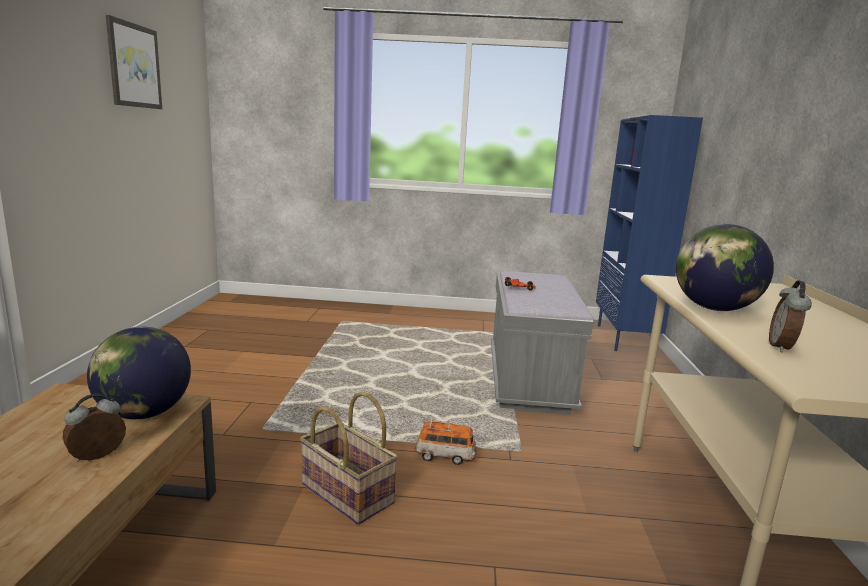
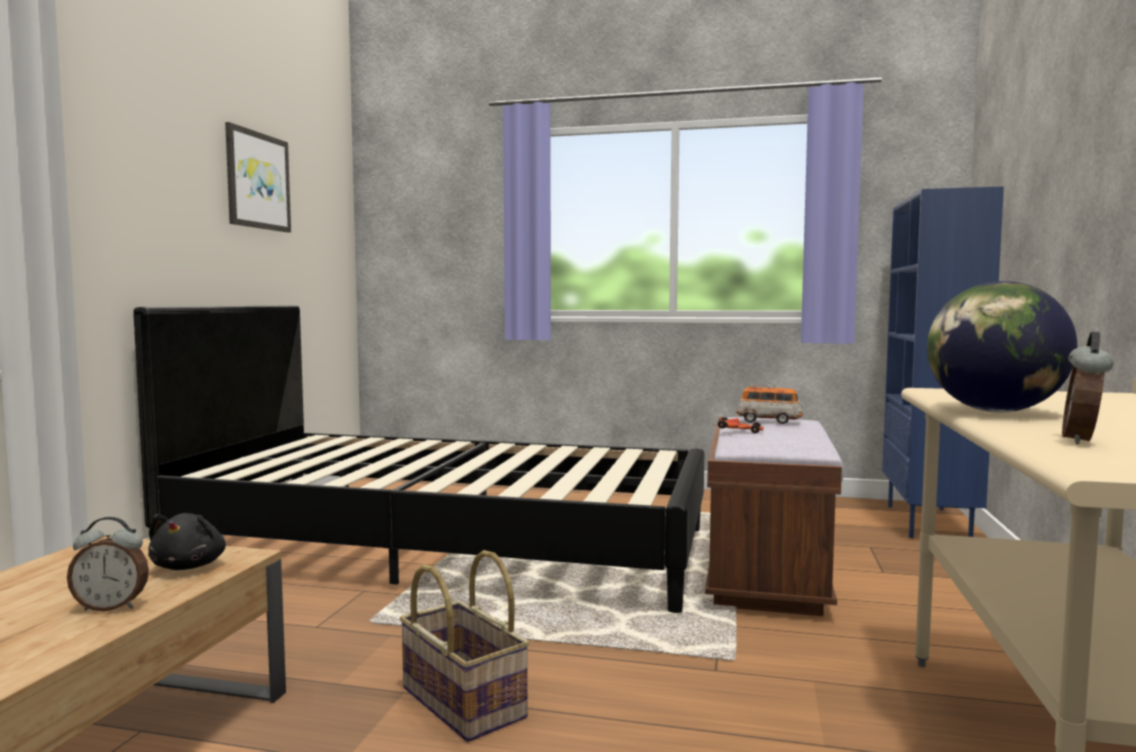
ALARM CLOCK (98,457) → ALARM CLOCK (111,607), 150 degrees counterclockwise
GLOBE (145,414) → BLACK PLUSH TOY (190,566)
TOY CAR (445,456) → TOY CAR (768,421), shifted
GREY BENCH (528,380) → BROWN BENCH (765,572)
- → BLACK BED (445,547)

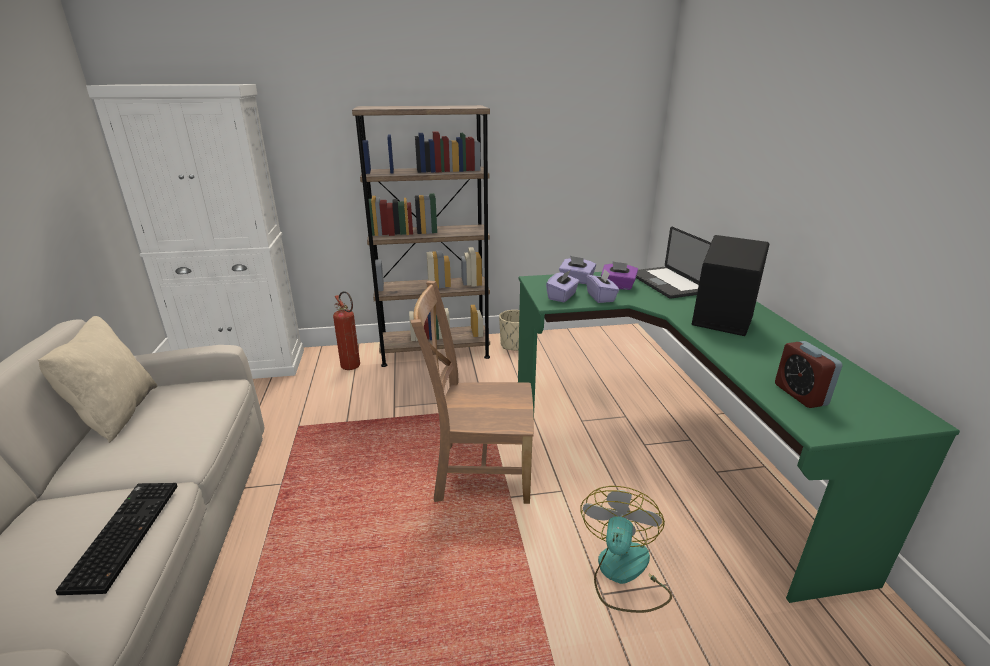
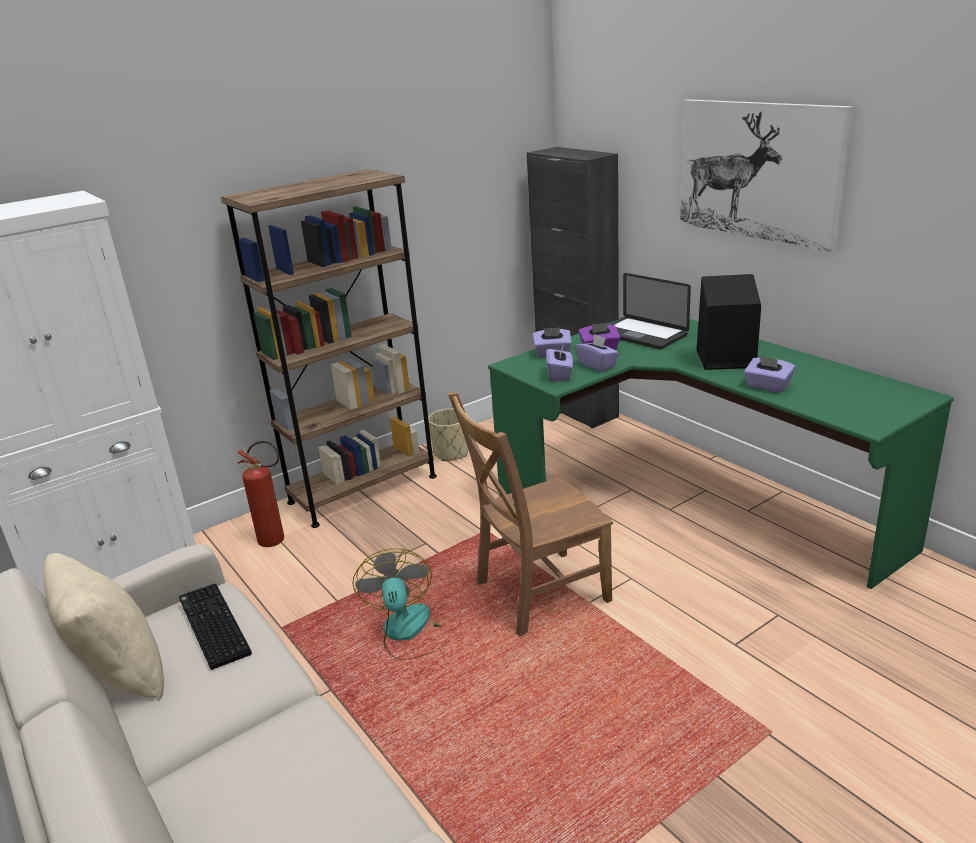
KEYBOARD (123,533) → KEYBOARD (211,626), shifted
FAN (623,574) → FAN (409,632), shifted
ALARM CLOCK (800,394) → -
- → BLACK CABINET (578,410)
- → PICTURE (758,171)
- → PURPLE TISSUE BOX (767,386)

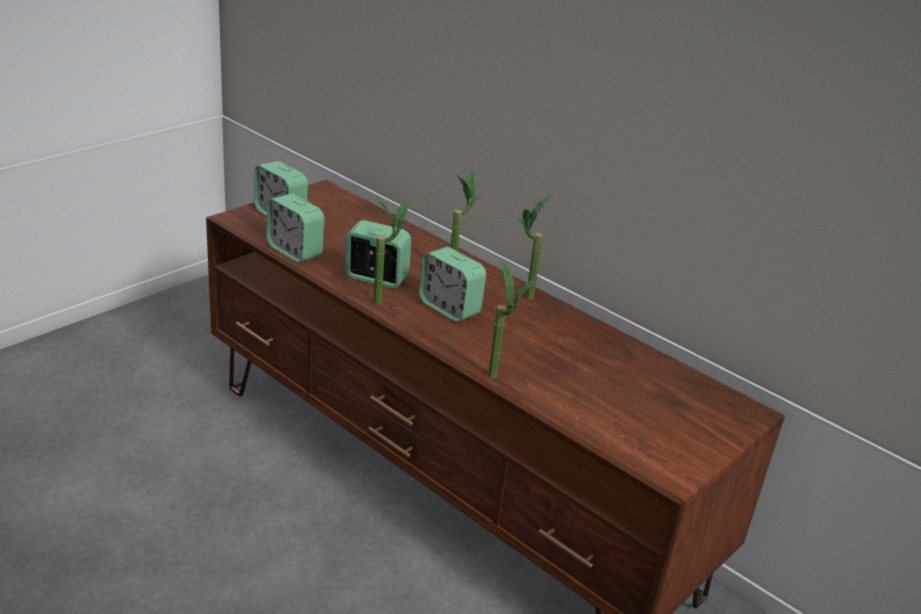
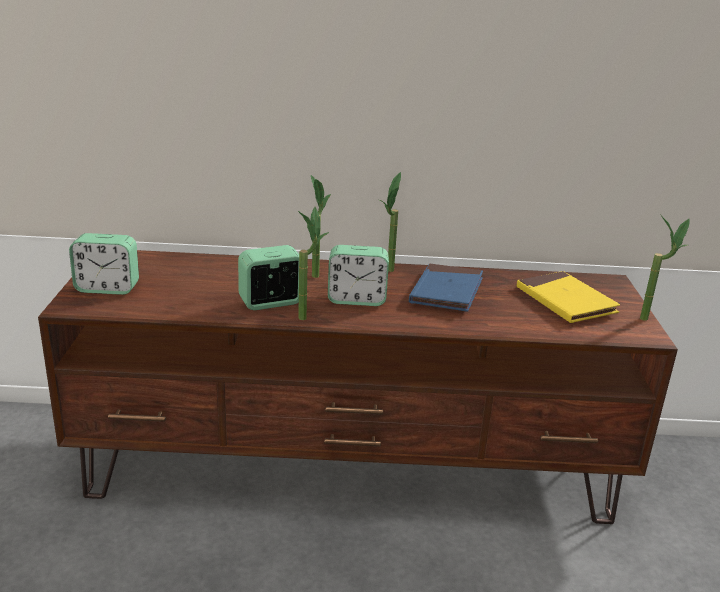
ALARM CLOCK (294,251) → -
POTTED PLANT (500,379) → POTTED PLANT (651,318), shifted
- → BLUE BOOK (446,292)
- → YELLOW BOOK (565,301)

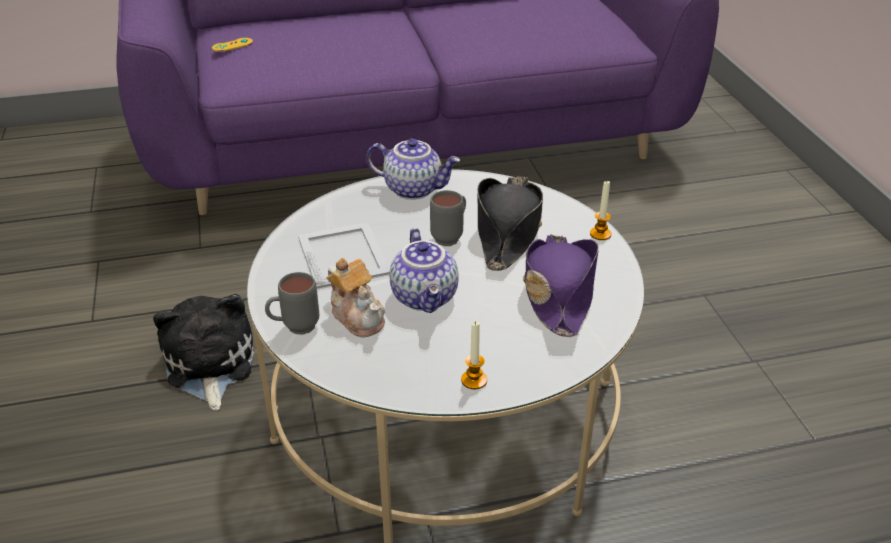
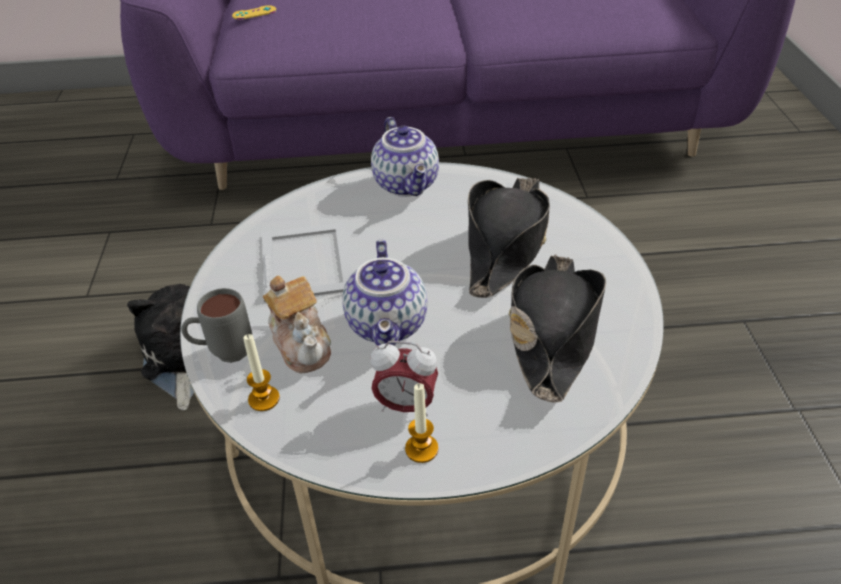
TEAPOT (414,189) → TEAPOT (408,184), 45 degrees clockwise
GREY MUG (451,237) → -
PURPLE HAT (558,292) → BLACK HAT (552,332)
CANDLE (600,234) → CANDLE (264,399), shifted
- → ALARM CLOCK (406,405)

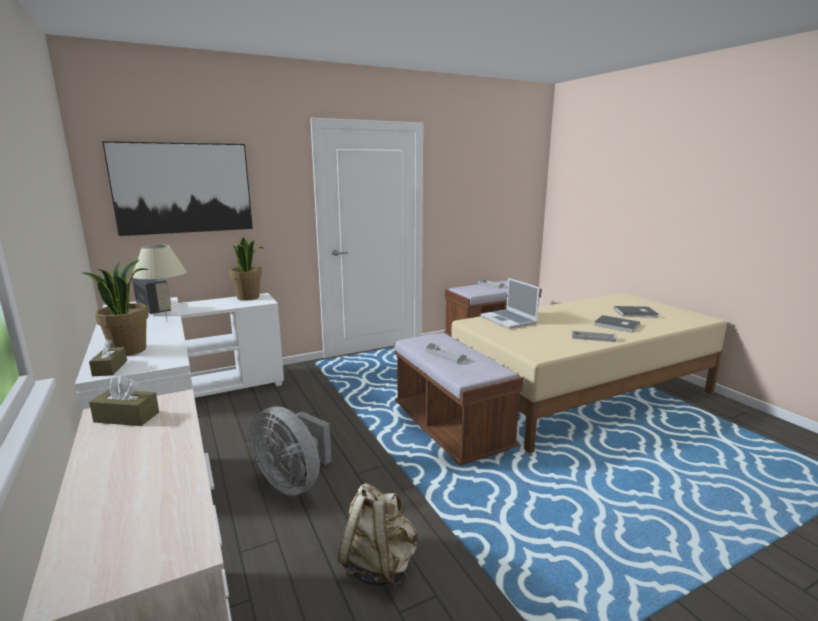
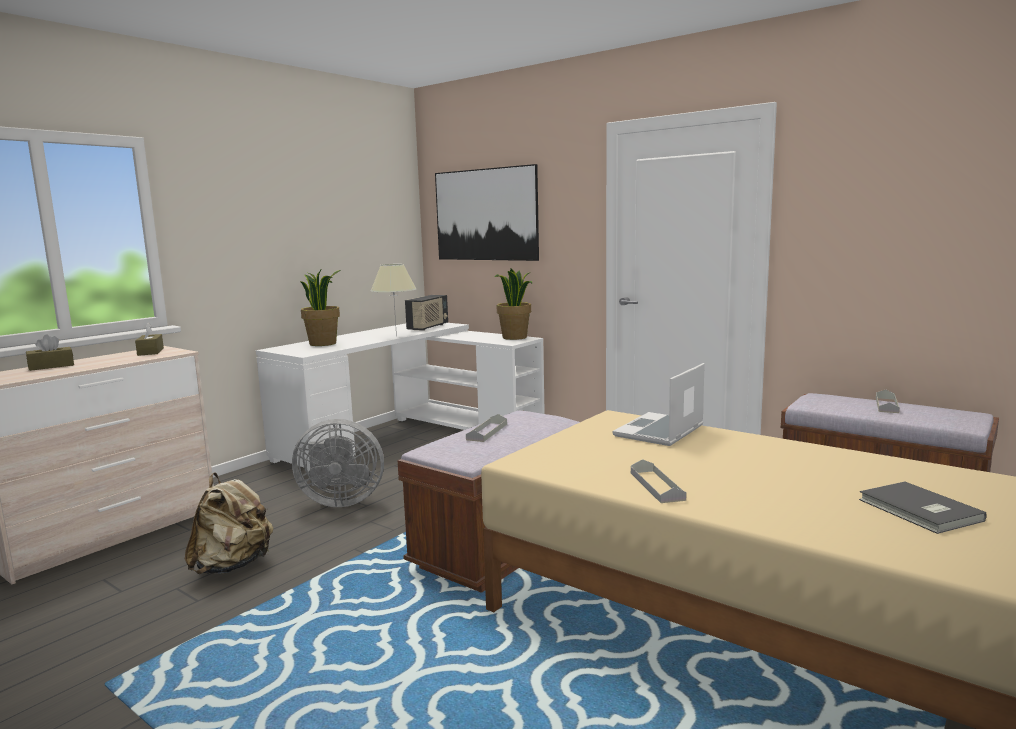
BROWN TISSUE BOX (110,368) → BROWN TISSUE BOX (51,366), shifted
GREY FAN (293,482) → GREY FAN (340,501), 105 degrees counterclockwise
GREY BOOK (617,325) → -

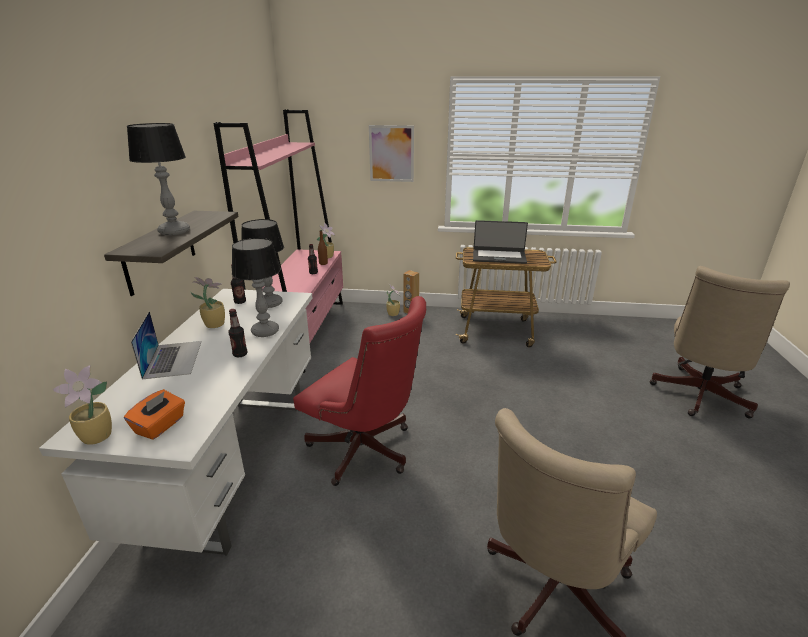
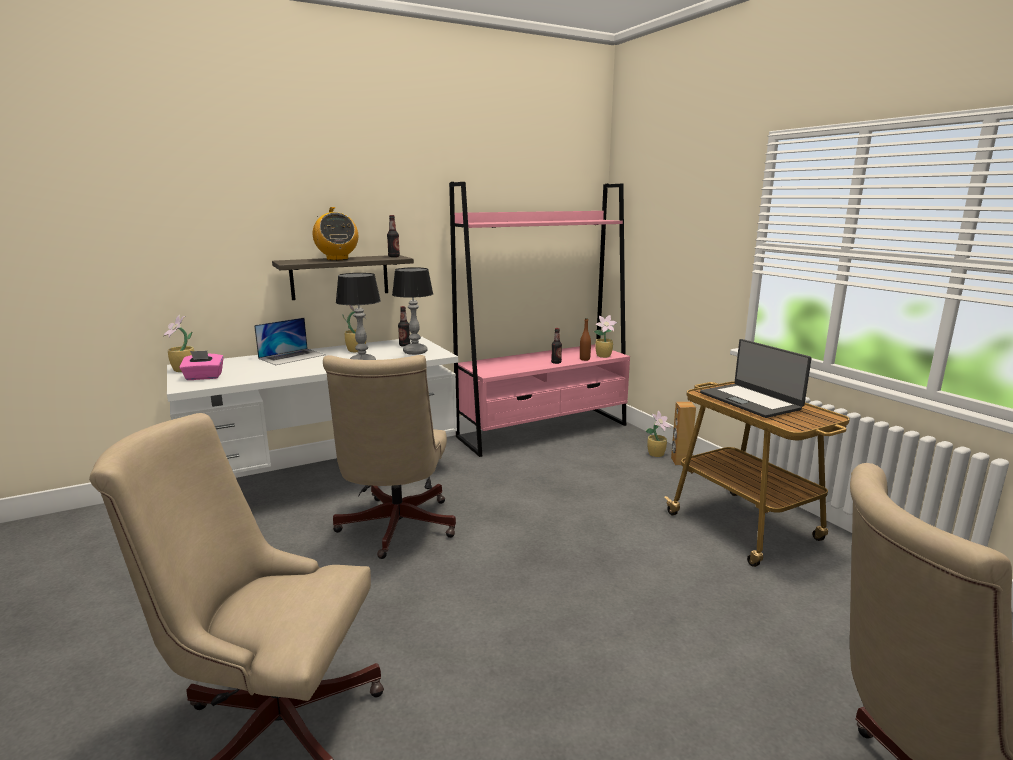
ORANGE TISSUE BOX (160,426) → PINK TISSUE BOX (204,377)
TABLE LAMP (174,231) → RADIO (337,259)
BOTTLE (240,354) → BOTTLE (394,256), shifted
RED OFFICE CHAIR (366,452) → BEIGE OFFICE CHAIR (394,529)
PICTURE (391,153) → -

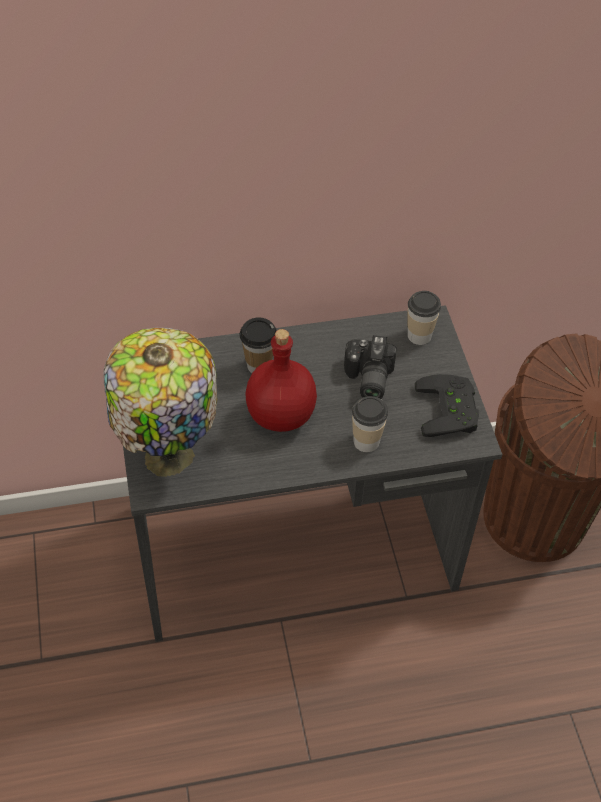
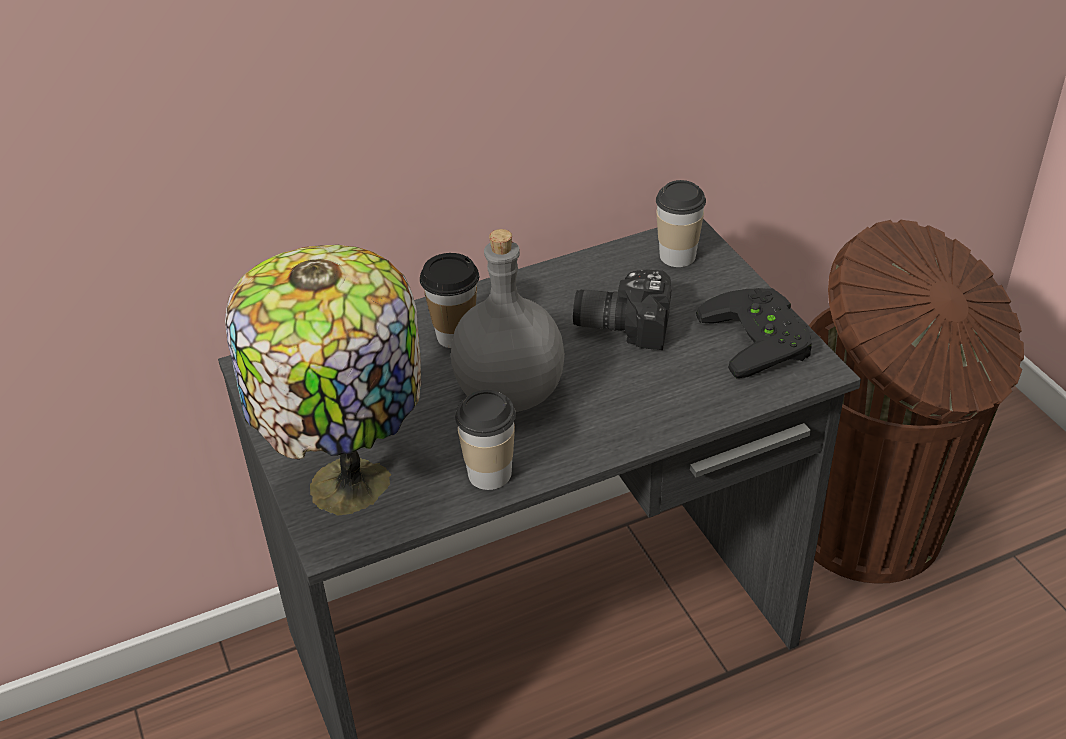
RED BOTTLE (281,414) → GREY BOTTLE (510,392)
PHOTO CAMERA (367,379) → PHOTO CAMERA (623,323), 105 degrees clockwise
CUP (366,441) → CUP (489,473), shifted

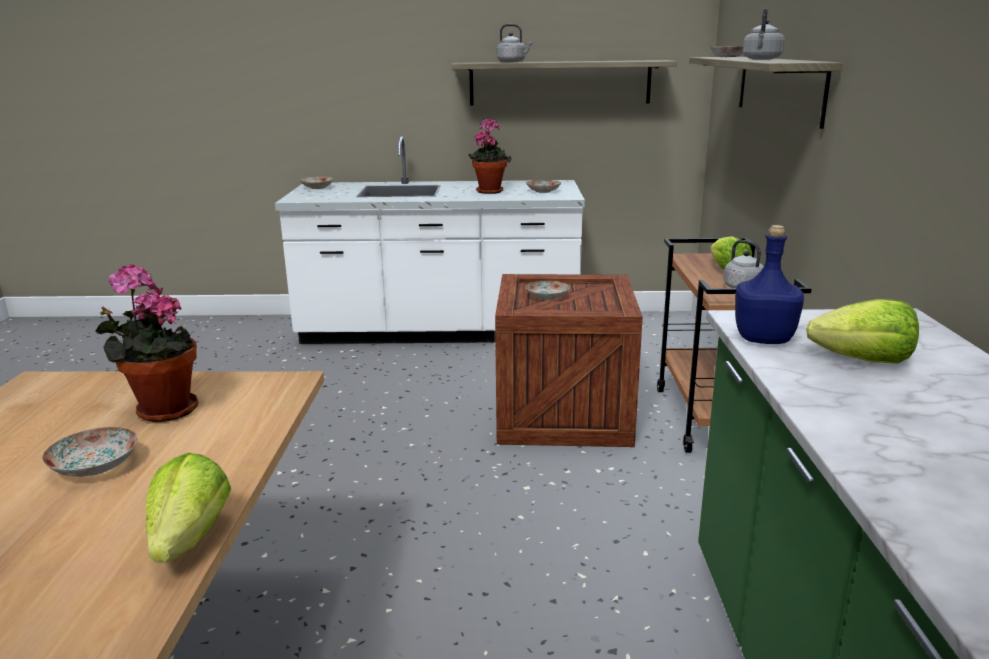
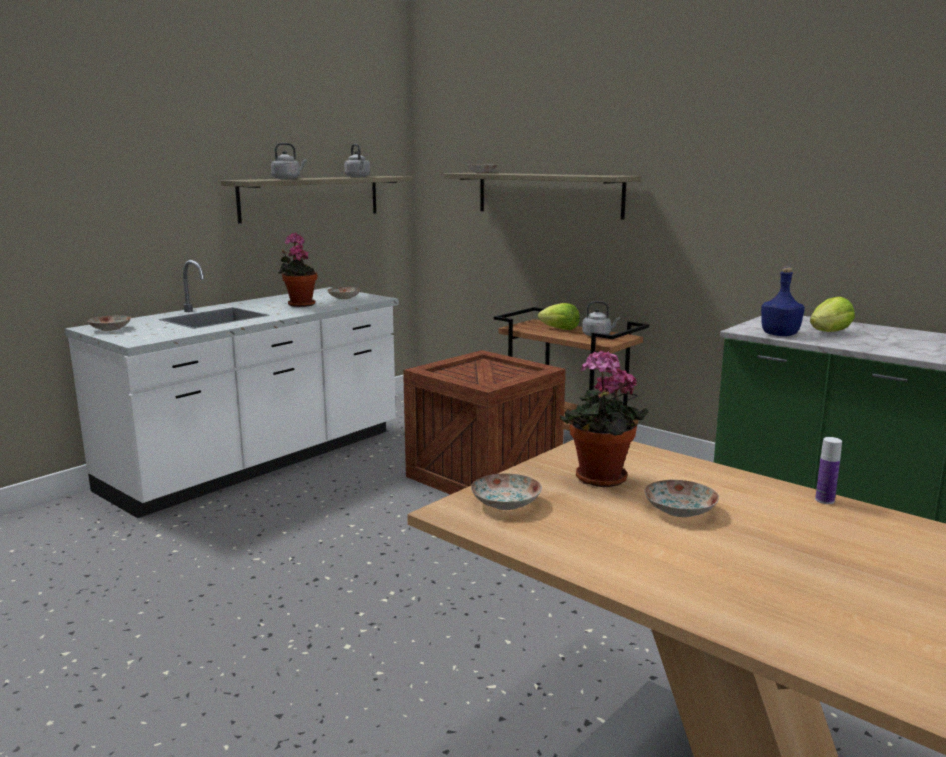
LETTUCE (189,539) → BOTTLE (824,500)
PLATE (547,297) → PLATE (506,503), shifted
GREY KETTLE (761,59) → GREY KETTLE (358,177), shifted

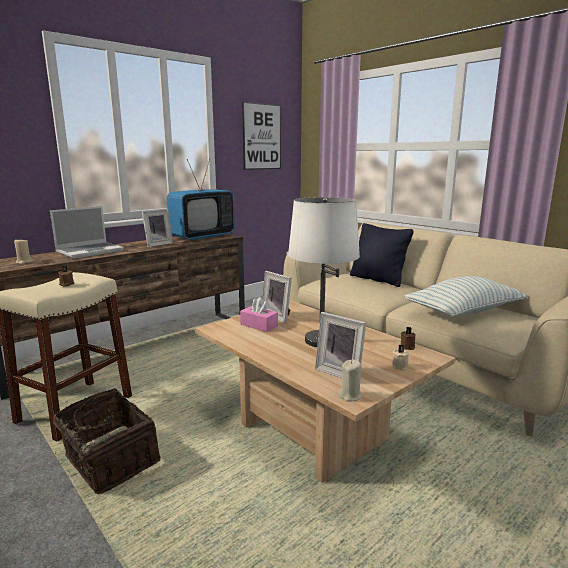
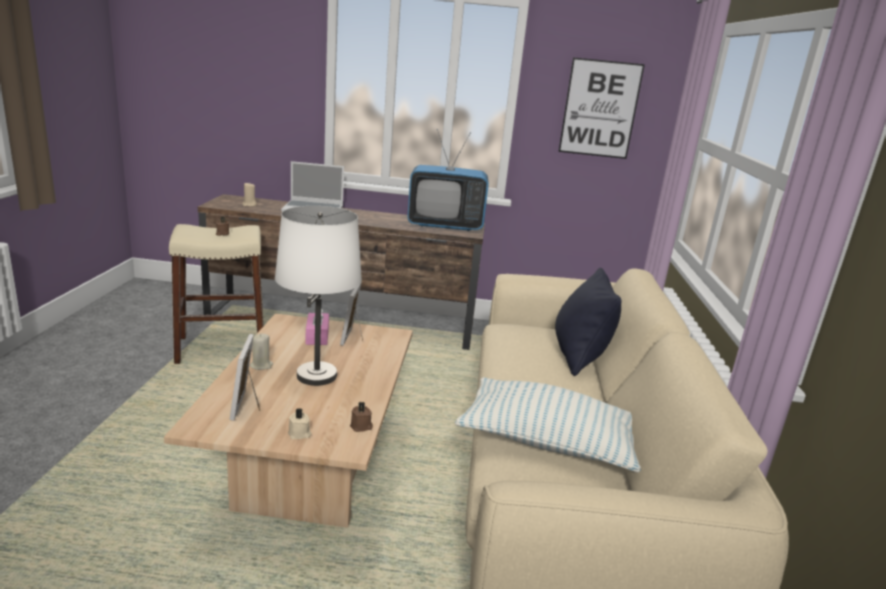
BASKET (108,461) → -
PICTURE FRAME (157,244) → -
BEIGE CANDLE (350,396) → BEIGE CANDLE (261,365), shifted

